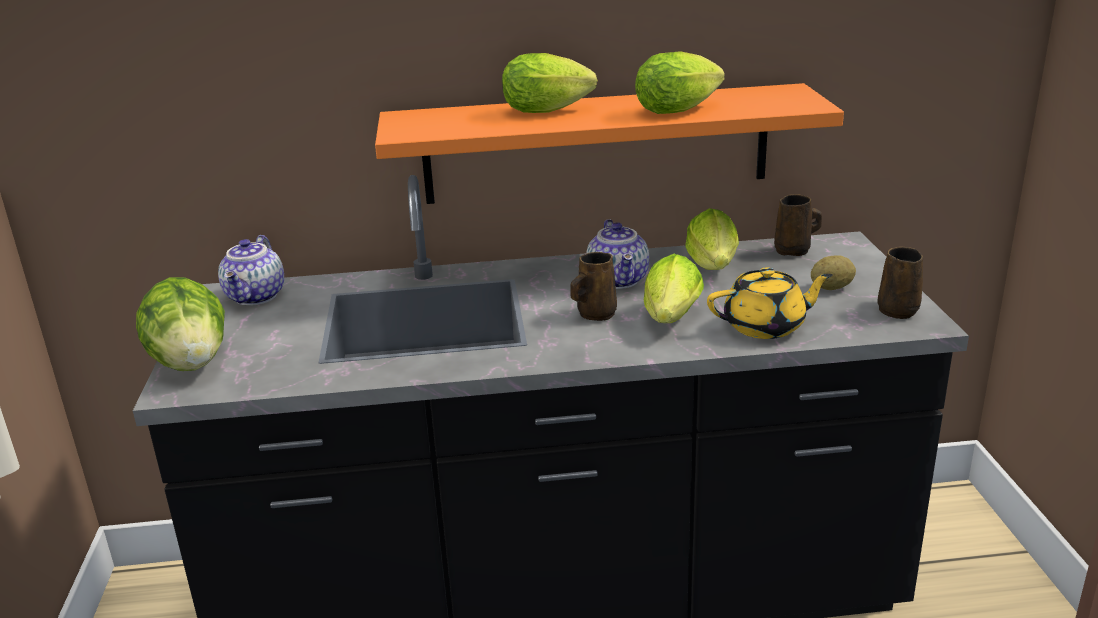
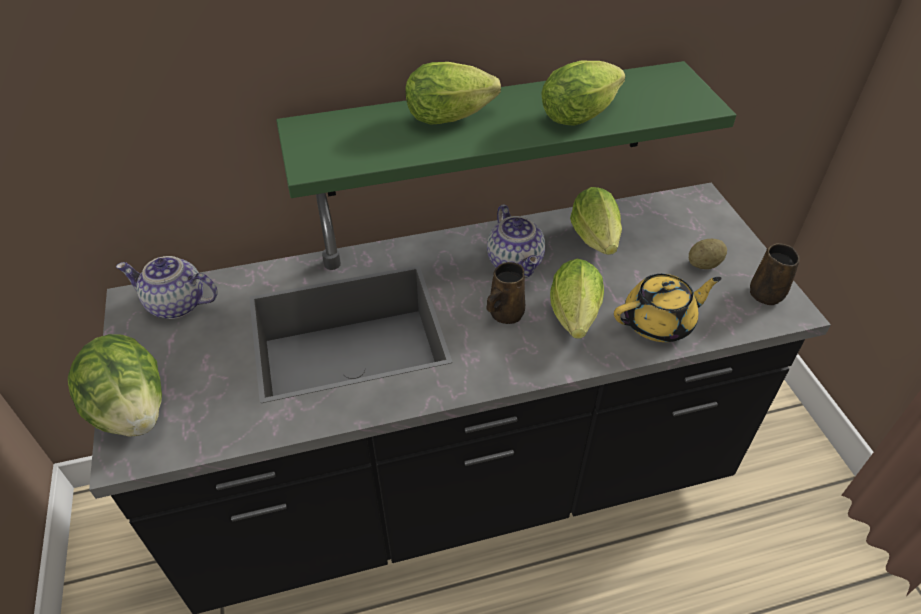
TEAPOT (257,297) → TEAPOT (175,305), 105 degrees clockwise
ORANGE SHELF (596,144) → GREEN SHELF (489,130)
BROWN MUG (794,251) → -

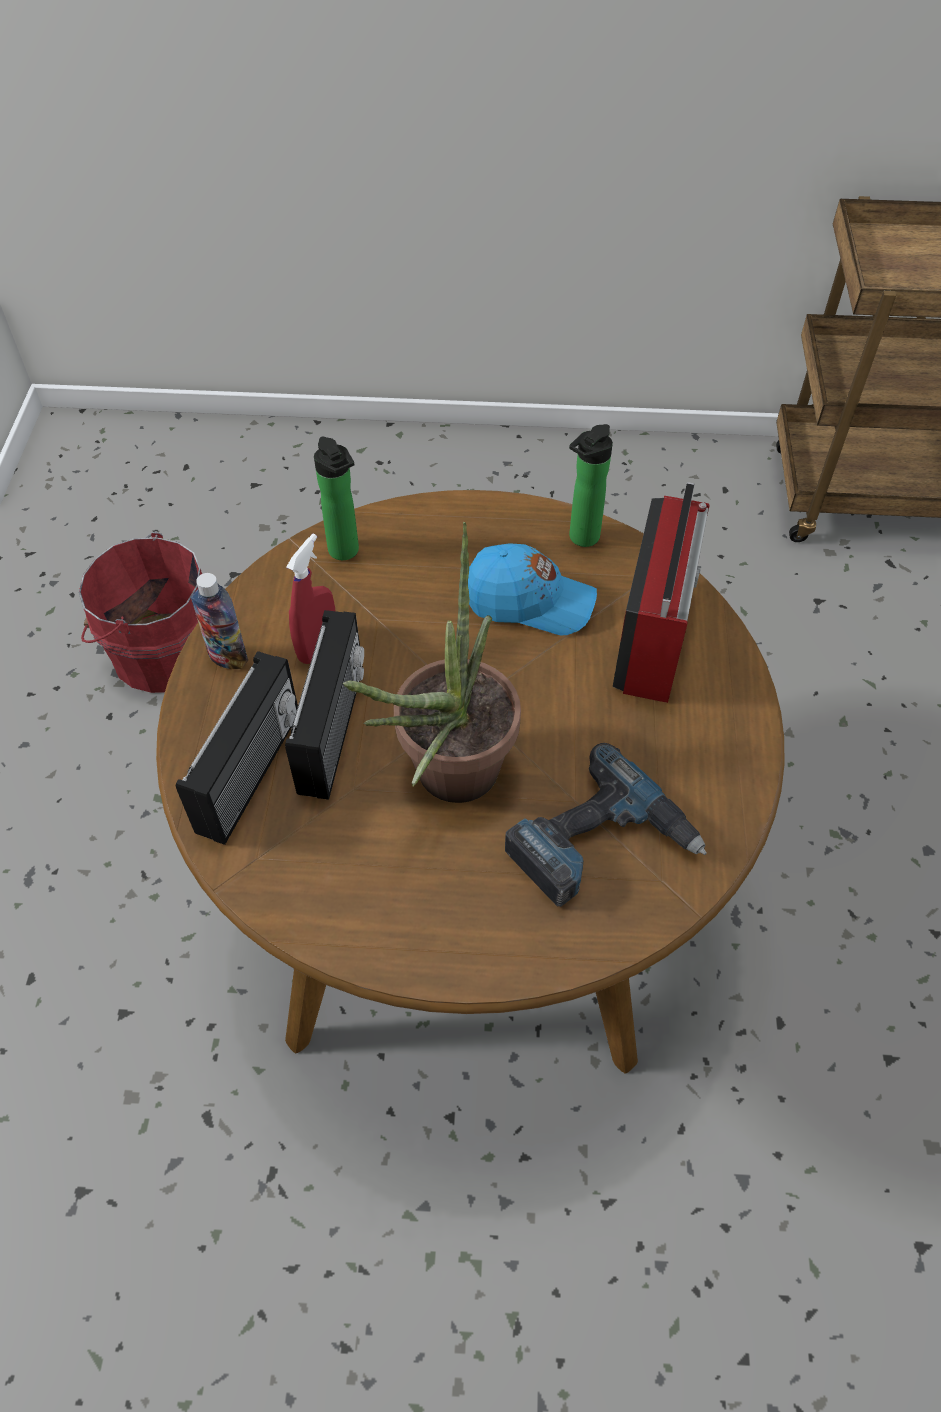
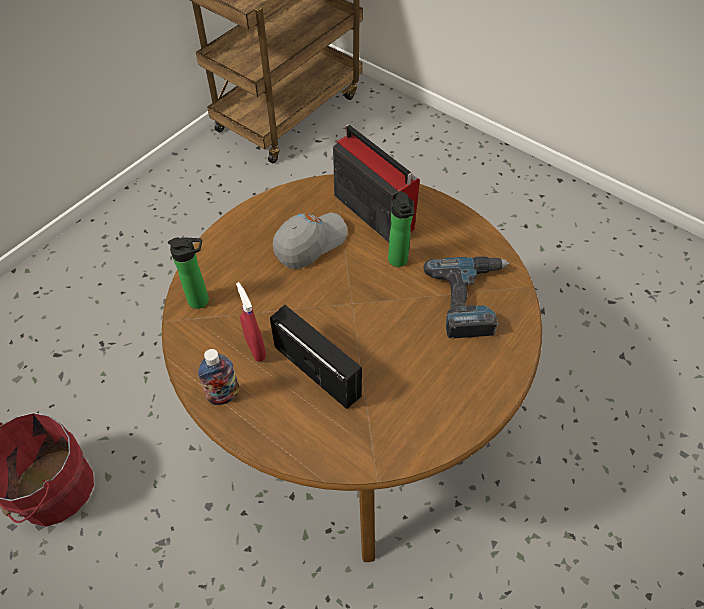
RADIO (252,773) → -
POTTED PLANT (446,782) → -
BLUE CAP (529,602) → GREY CAP (310,243)
BOTTLE (581,539) → BOTTLE (398,262), shifted

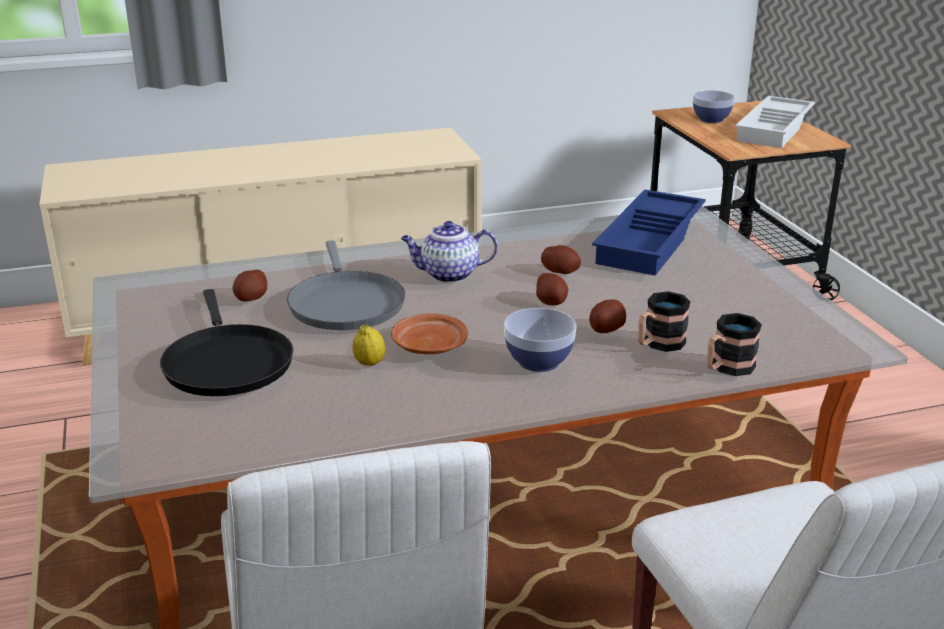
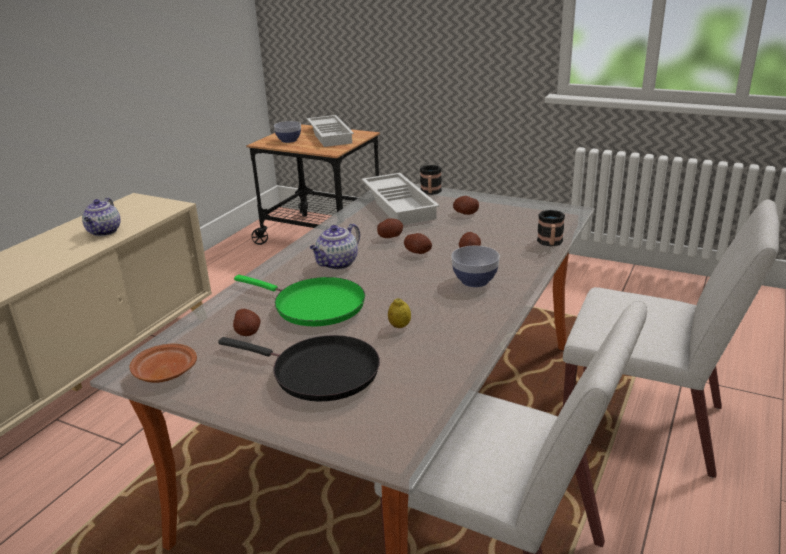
GREY FRYING PAN (345,304) → GREEN FRYING PAN (314,306)
BROWN PLATE (429,346) → BROWN PLATE (164,372), shifted
BLUE TRAY (651,241) → WHITE TRAY (400,205)
MUG (658,344) → MUG (430,192), shifted
- → TEAPOT (104,232)
- → POTATO (465,213)

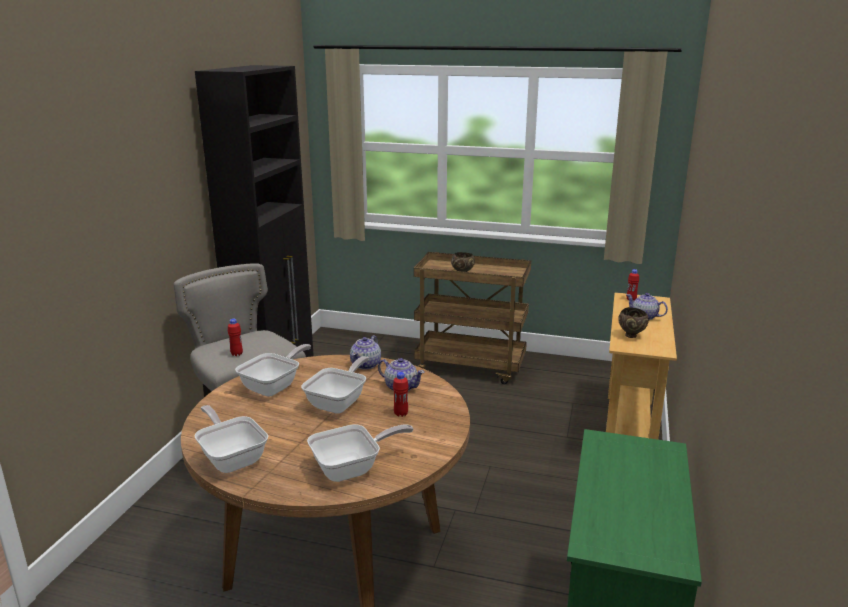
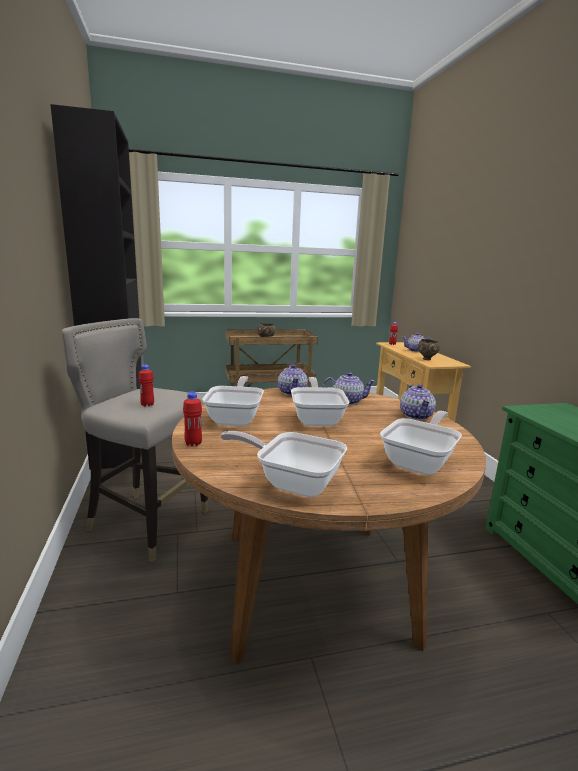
RED BOTTLE (401,414) → RED BOTTLE (193,443), shifted
- → TEAPOT (416,415)

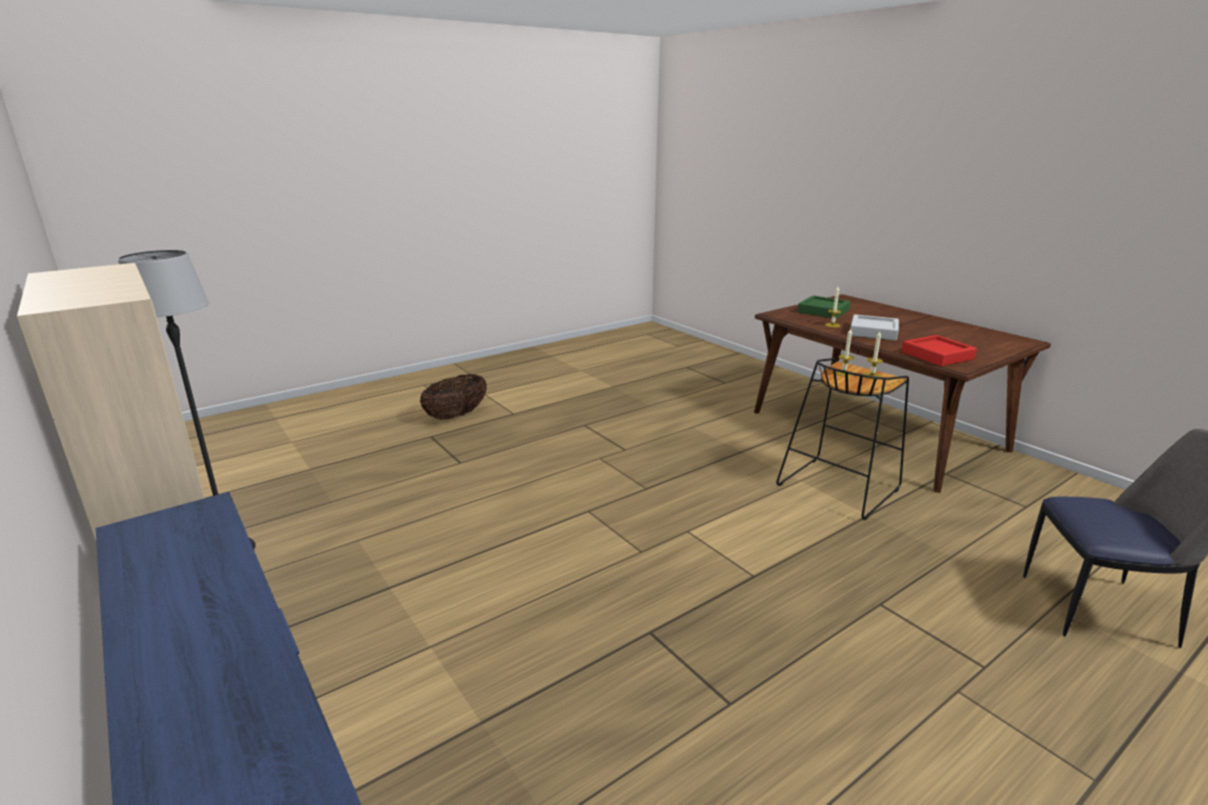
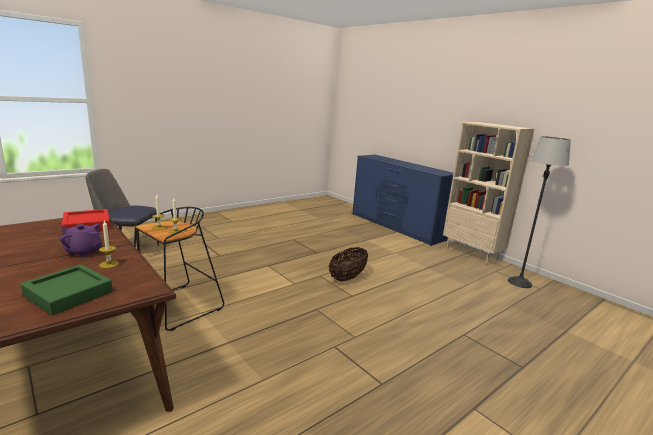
BASKET (456,415) → BASKET (347,277), shifted
GREY TRAY (873,332) → PURPLE TEAPOT (83,252)

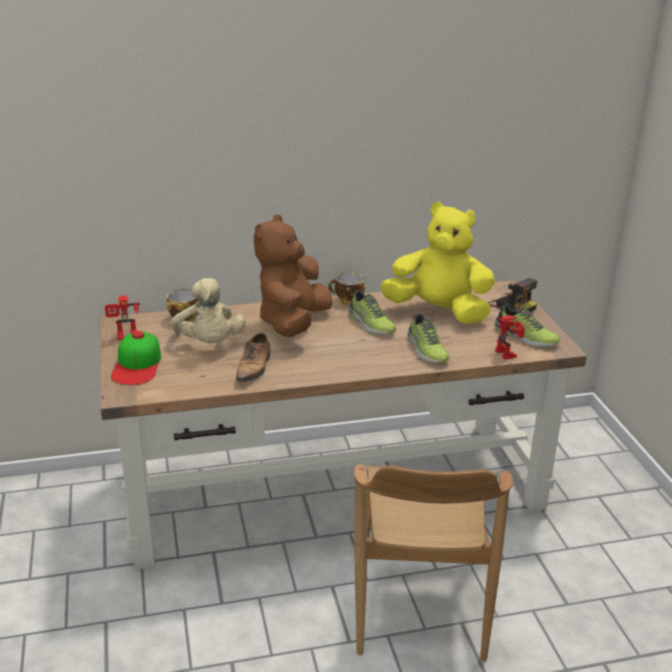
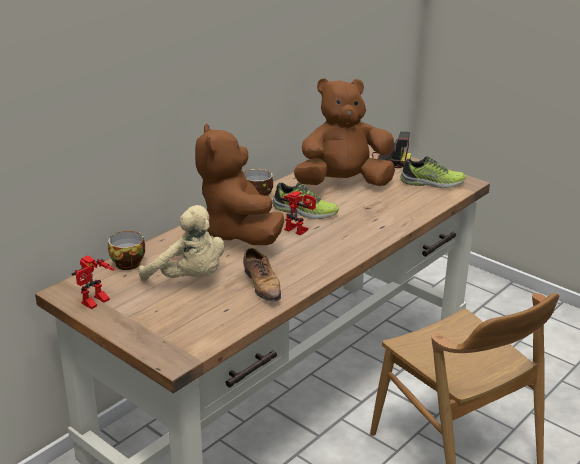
CAP (137,365) → -
YELLOW PLUSH TOY (438,312) → BROWN PLUSH TOY (343,184)
SHOE (426,350) → -
TOY ROBOT (509,354) → TOY ROBOT (299,229), shifted

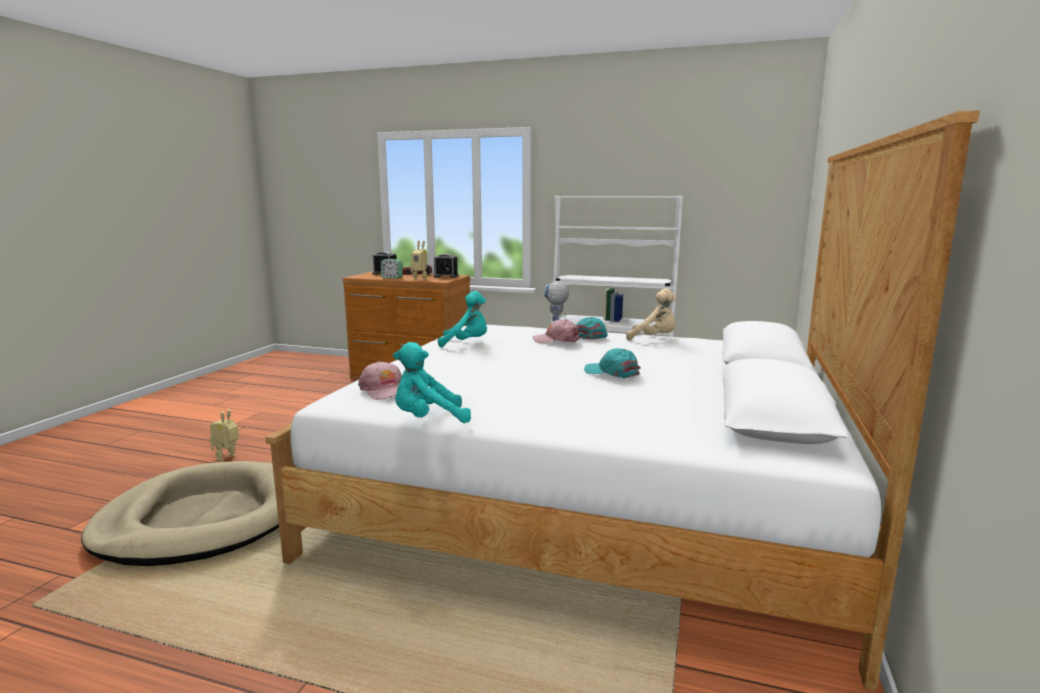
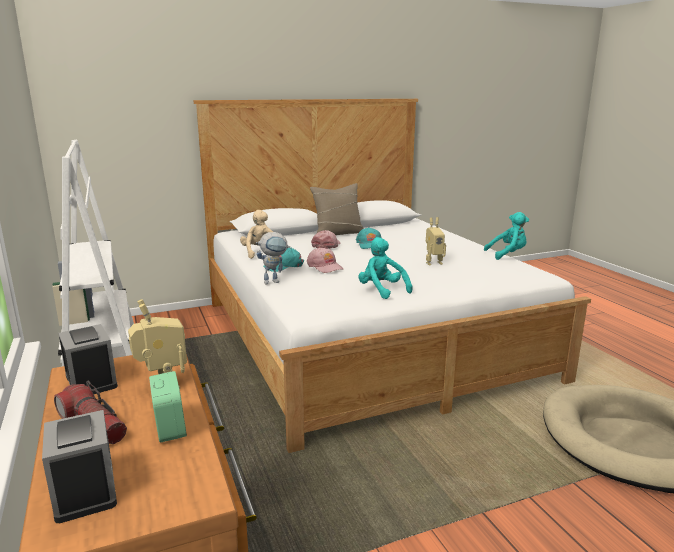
TOY ROBOT (228,458) → TOY ROBOT (433,262), shifted
PINK CAP (385,390) → PINK CAP (326,245), shifted
TURQUOISE PLUSH TOY (428,420) → TURQUOISE PLUSH TOY (507,254), 45 degrees counterclockwise
- → BEIGE PILLOW (338,233)

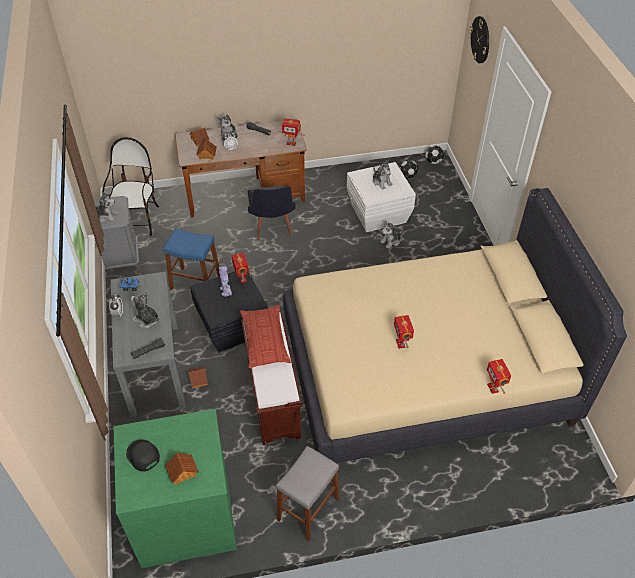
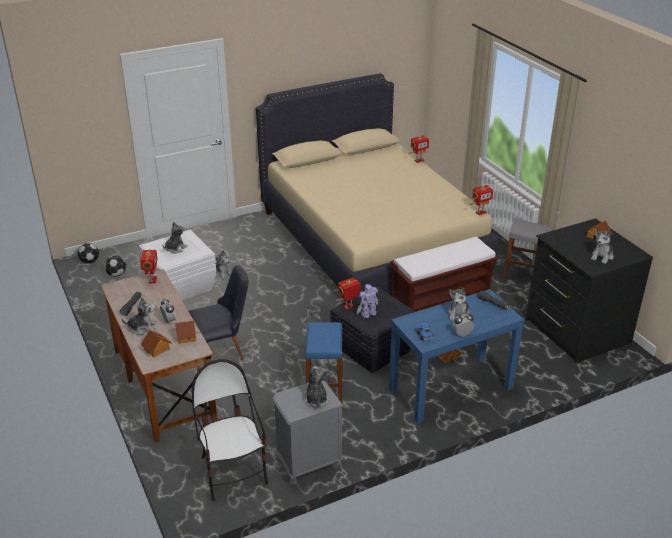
CHAIR (138,220) → CHAIR (232,472), 75 degrees clockwise
GREY CONSOLE TABLE (154,368) → BLUE CONSOLE TABLE (450,388)
GREEN DRESSER (185,516) → BLACK DRESSER (576,331)
BLACK CAP (142,456) → PLUSH TOY (602,256)
PILLOW (265,339) → -
TOY ROBOT (401,343) → TOY ROBOT (480,212), shifted
WALL CLOCK (480,39) → -

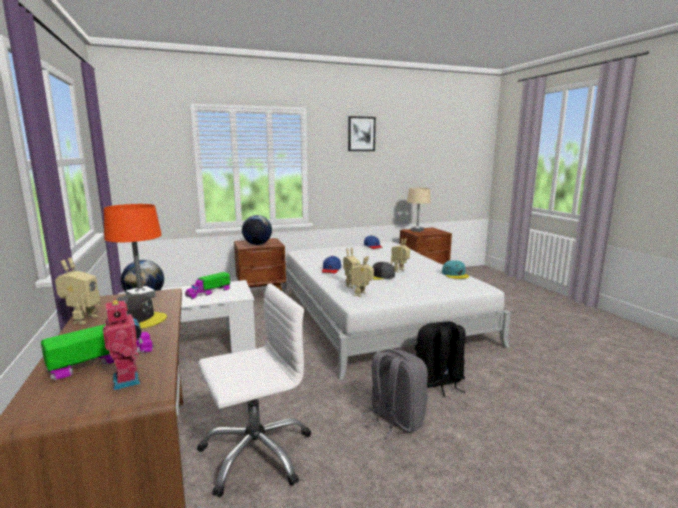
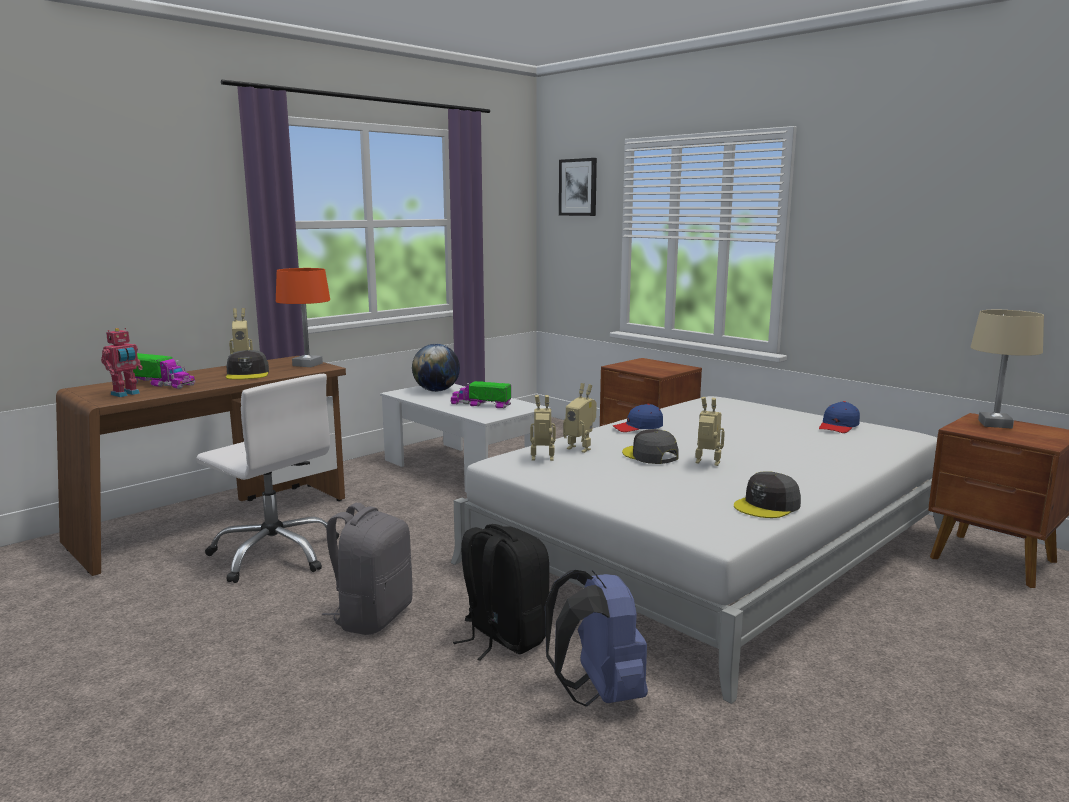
GLOBE (257,244) → -
PICTURE (361,134) → PICTURE (578,187), shifted
TURQUOISE CAP (455,274) → GREY CAP (767,506)
- → BLUE BACKPACK (598,693)

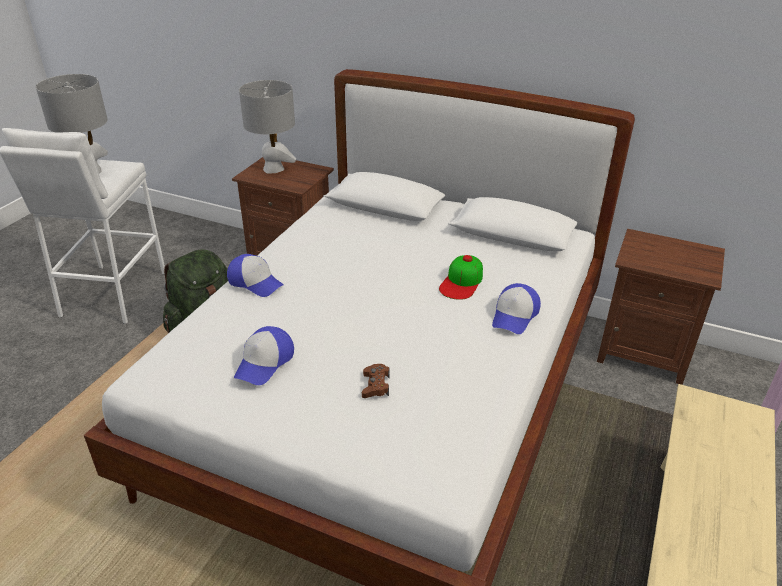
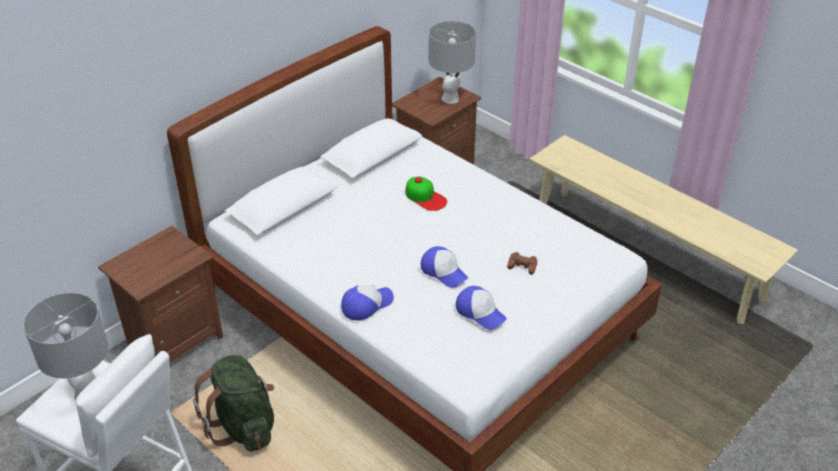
GREY TABLE LAMP (273,169) → GREY TABLE LAMP (450,98), shifted
CAP (515,315) → CAP (444,271), shifted

